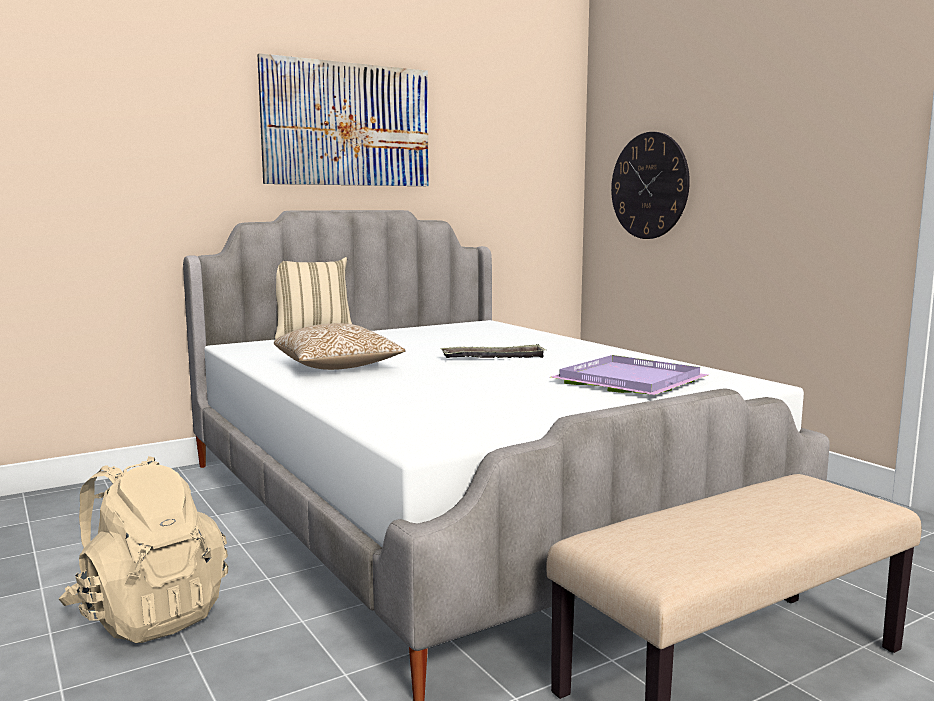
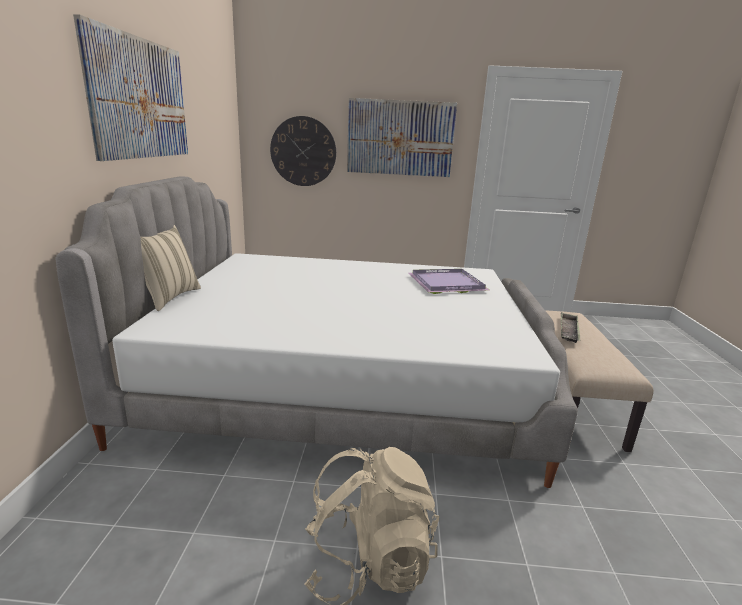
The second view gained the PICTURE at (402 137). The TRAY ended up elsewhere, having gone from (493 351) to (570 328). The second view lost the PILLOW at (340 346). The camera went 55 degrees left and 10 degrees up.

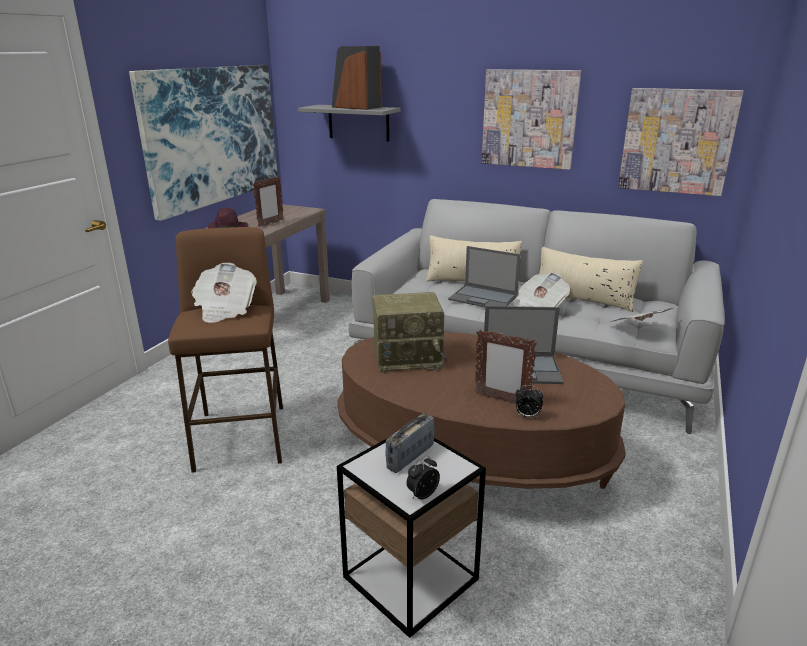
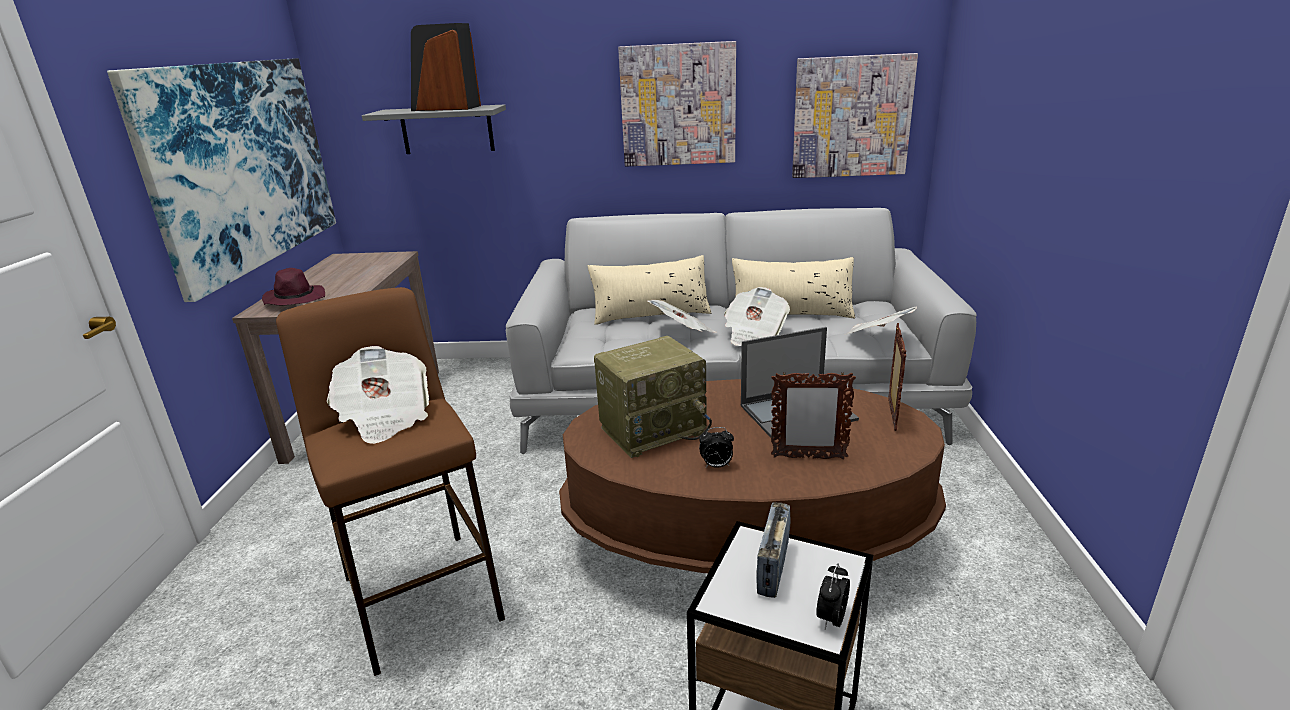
Where the LAPTOP stood at (484 276), the NEWSPAPER came to stand at (681 316). The ALARM CLOCK ended up elsewhere, having gone from (529 401) to (716 447). The PICTURE FRAME ended up elsewhere, having gone from (268 201) to (897 377). The camera went 20 degrees left and 0 degrees up.

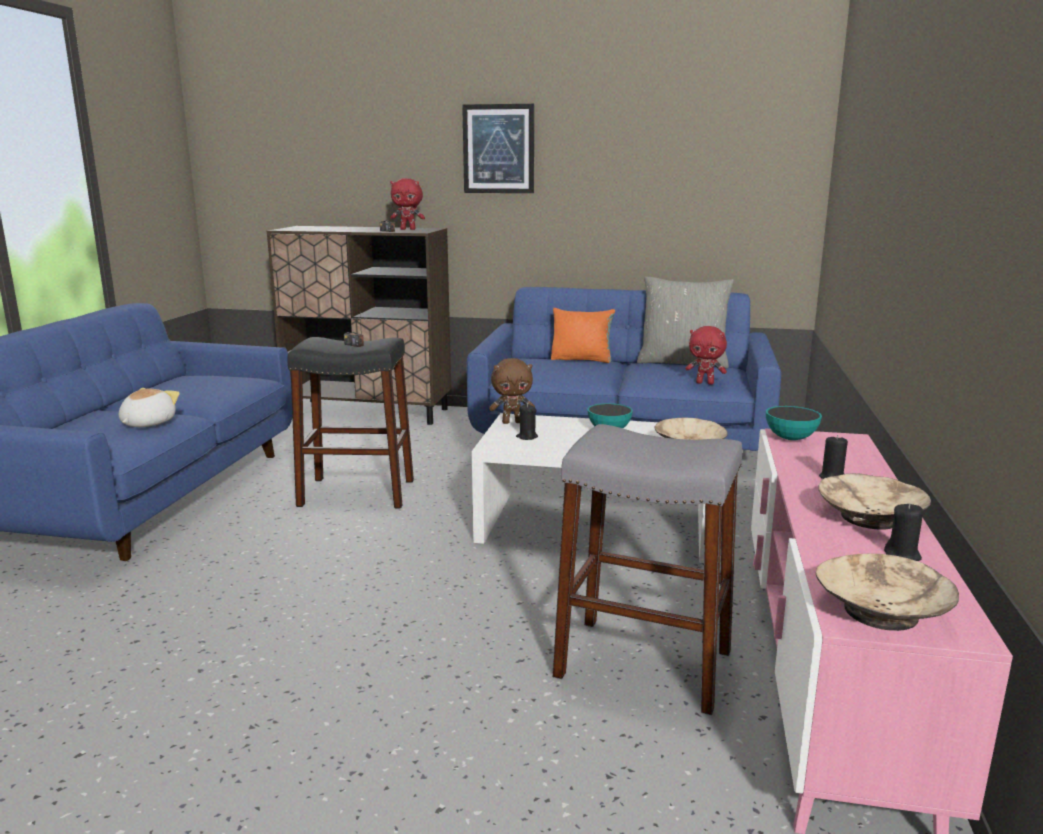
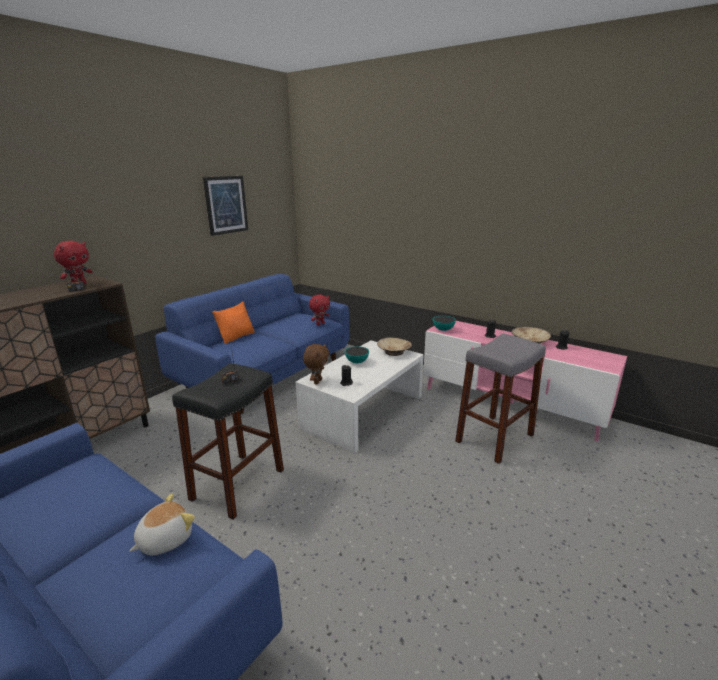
The PLUSH TOY at (149 407) ended up facing another way, 90 degrees clockwise from before. The PICTURE ended up elsewhere, having gone from (498 148) to (225 206). The second view lost the GREY PILLOW at (685 322). The second view lost the BEIGE BOWL at (887 592). The camera went 65 degrees left and 5 degrees up.

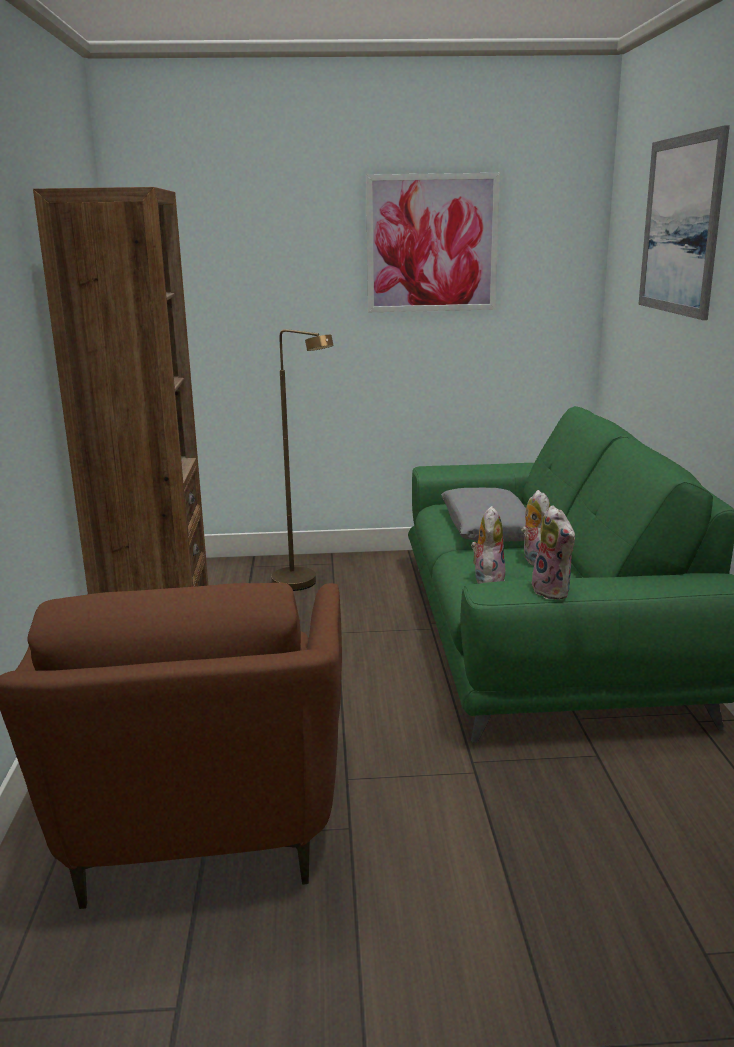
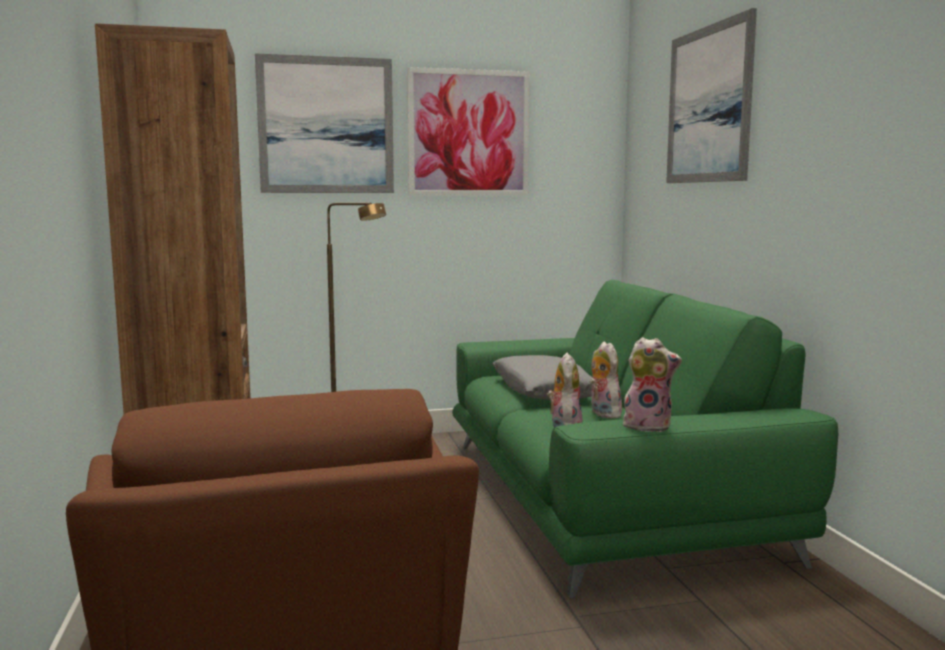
The second view gained the PICTURE at (324 123). The PLUSH TOY at (553 552) ended up facing another way, 45 degrees counterclockwise from before. The camera went 10 degrees left and 10 degrees down.

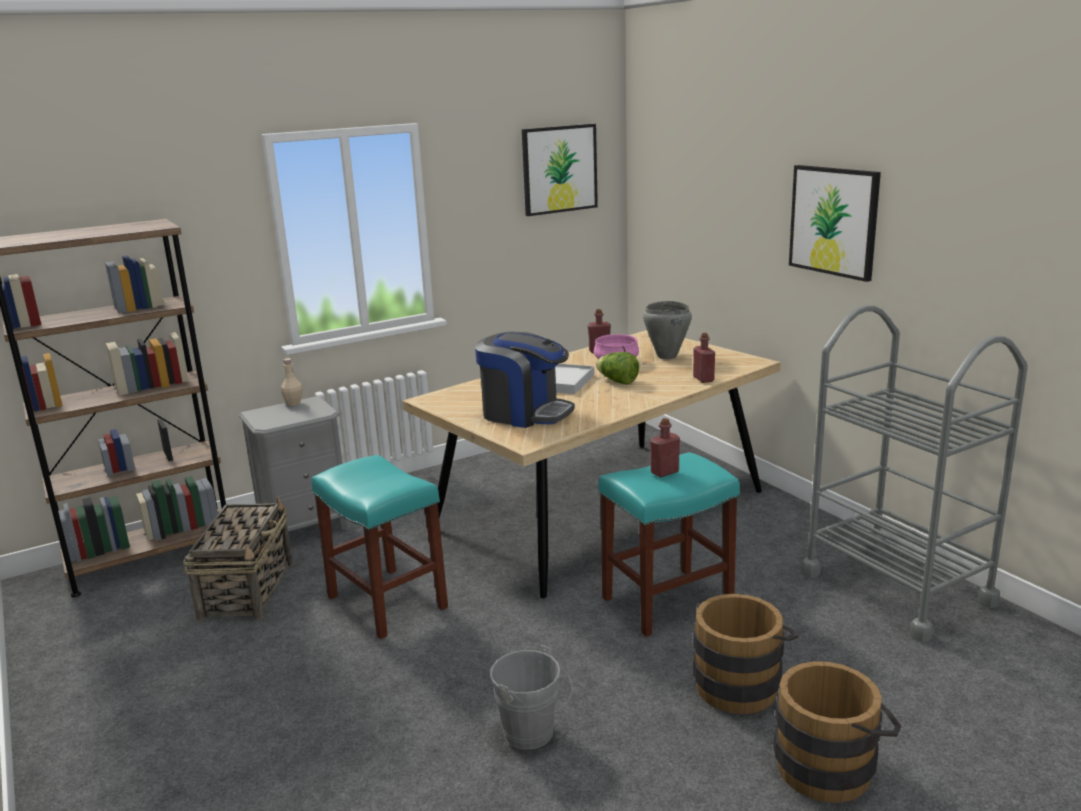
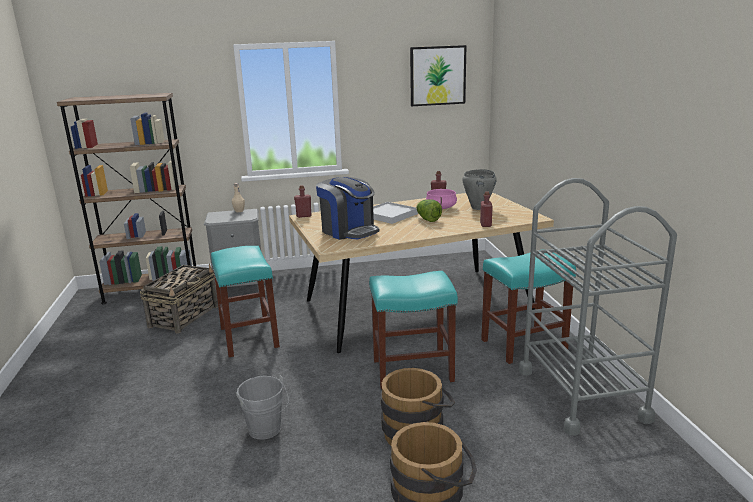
The RED BOTTLE ended up elsewhere, having gone from (665 447) to (303 201). The second view gained the TURQUOISE STOOL at (528 306). The second view lost the PICTURE at (835 223). The camera went 20 degrees right and 0 degrees up.

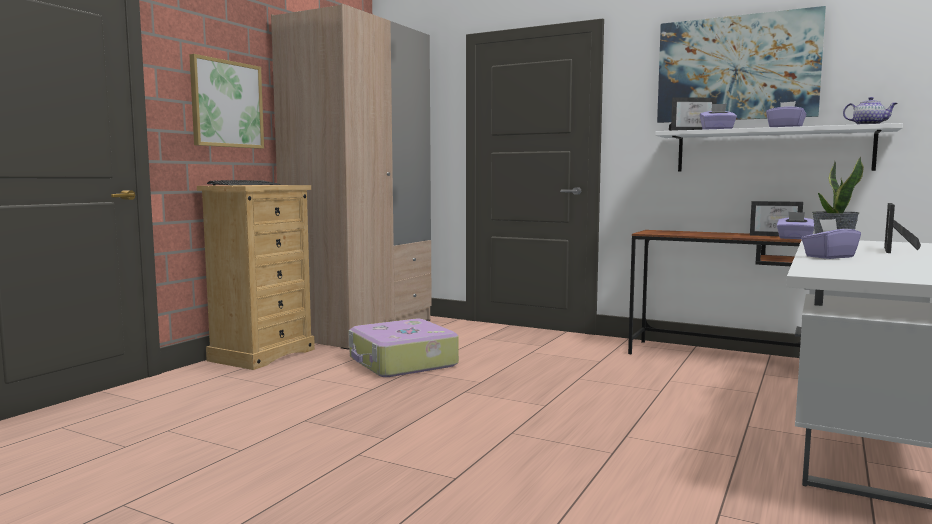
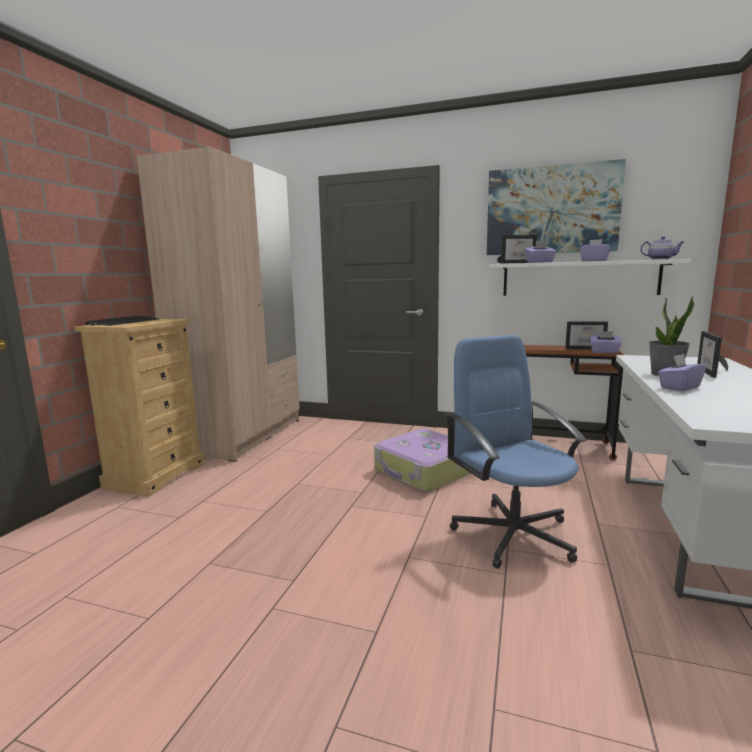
The SUITCASE ended up elsewhere, having gone from (403 348) to (422 461). The second view gained the BLUE OFFICE CHAIR at (515 452). The second view lost the PICTURE at (226 101). The camera went 10 degrees left and 5 degrees up.

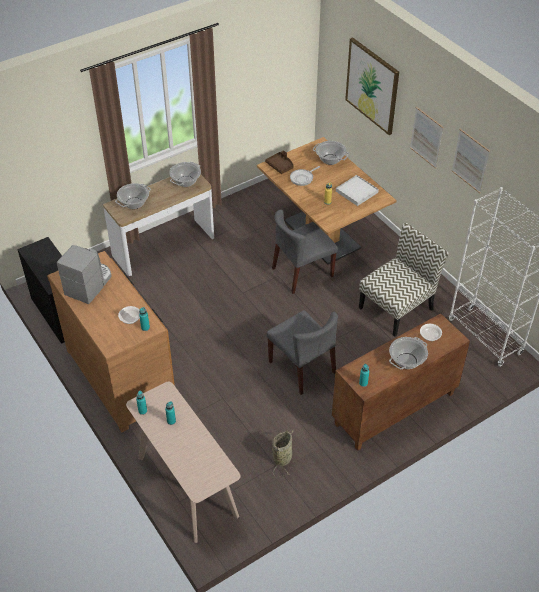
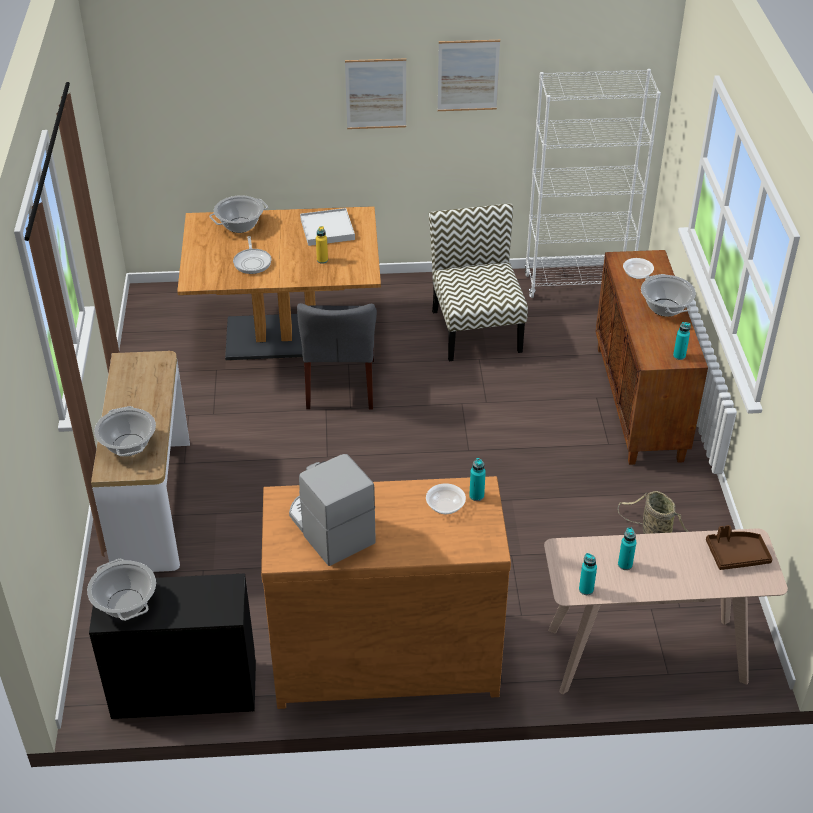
The COOKING POT ended up elsewhere, having gone from (185 174) to (121 590). The BROWN TRAY ended up elsewhere, having gone from (279 162) to (739 547). The second view lost the GREY CHAIR at (302 352). The second view lost the PICTURE at (372 86). The camera went 60 degrees left and 5 degrees down.

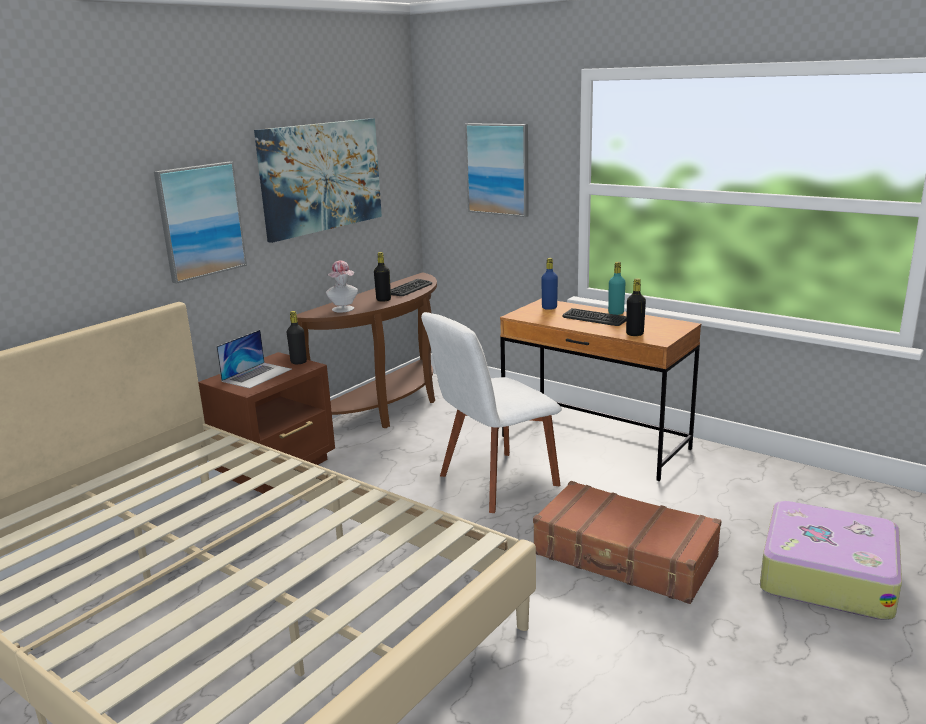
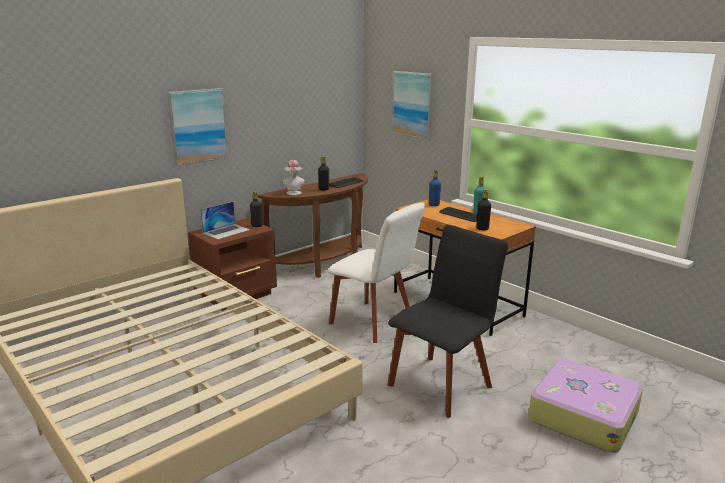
The WHITE CHAIR at (491 412) ended up facing another way, 120 degrees counterclockwise from before. Where the BROWN SUITCASE stood at (627 542), the BLACK CHAIR came to stand at (448 321). The second view lost the PICTURE at (318 180). The camera went 10 degrees right and 0 degrees up.

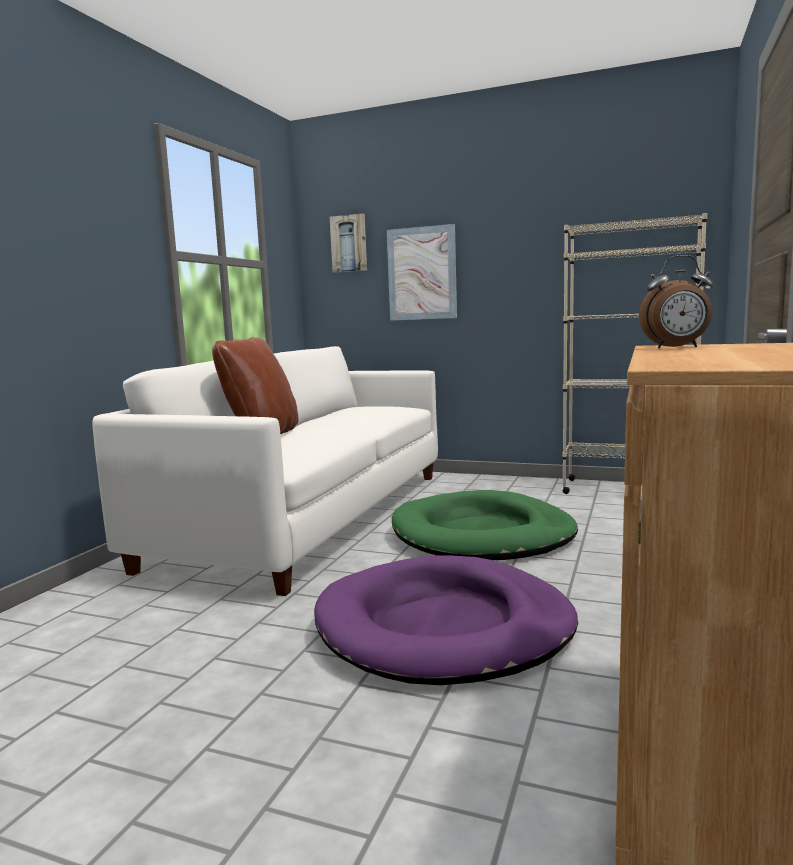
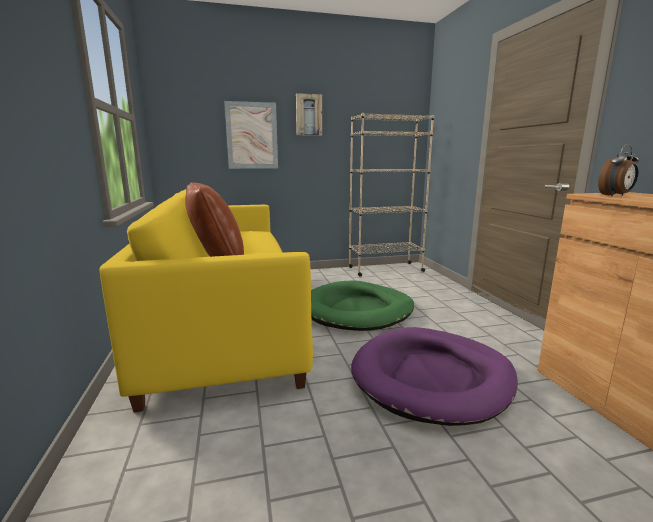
What was the WHITE SOFA at (265 471) turned into the YELLOW SOFA at (206 301). The PICTURE ended up elsewhere, having gone from (348 243) to (309 114). The camera went 35 degrees left and 5 degrees up.

